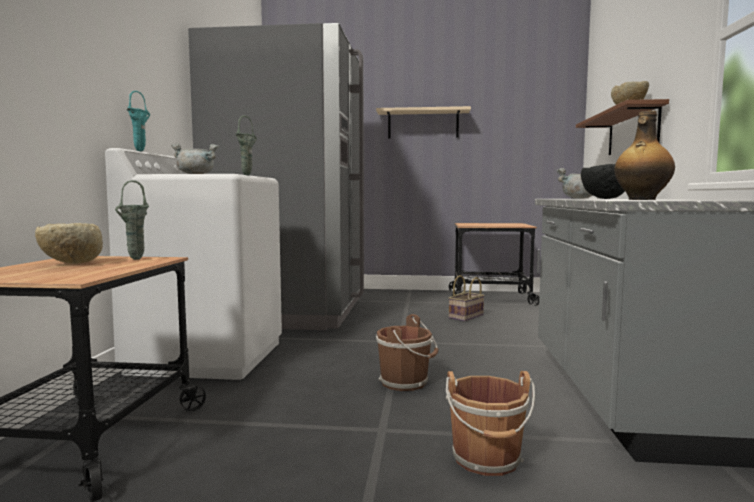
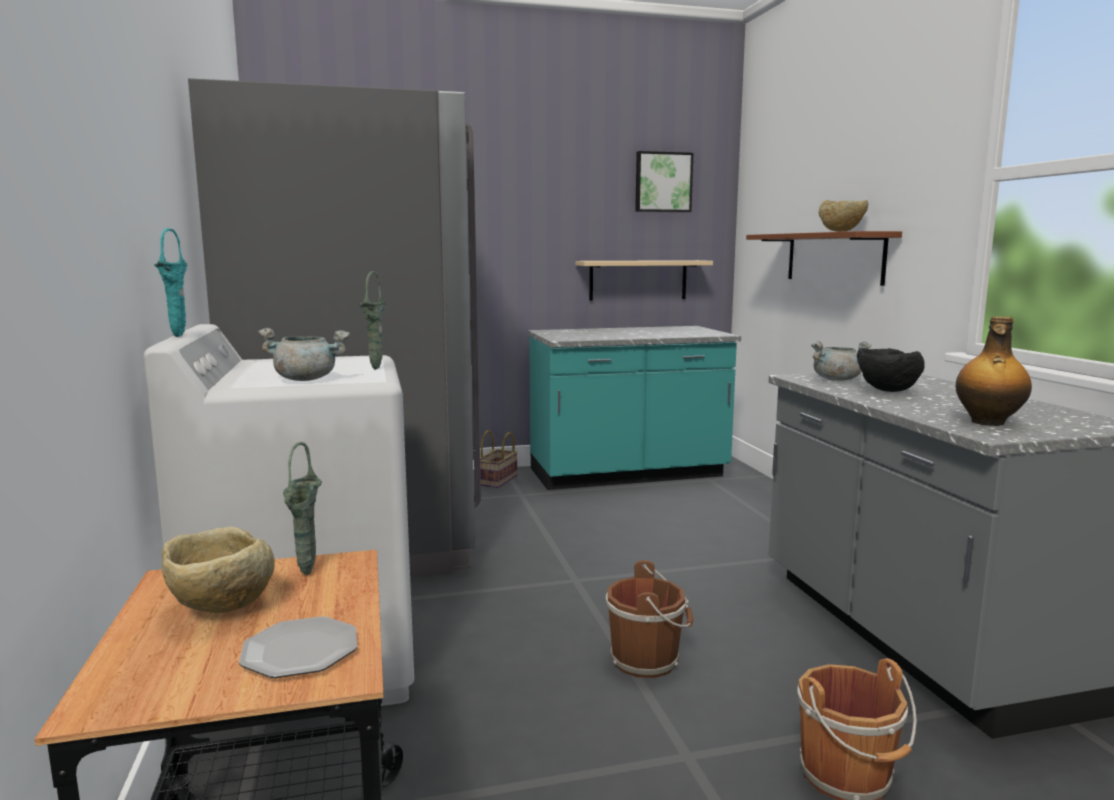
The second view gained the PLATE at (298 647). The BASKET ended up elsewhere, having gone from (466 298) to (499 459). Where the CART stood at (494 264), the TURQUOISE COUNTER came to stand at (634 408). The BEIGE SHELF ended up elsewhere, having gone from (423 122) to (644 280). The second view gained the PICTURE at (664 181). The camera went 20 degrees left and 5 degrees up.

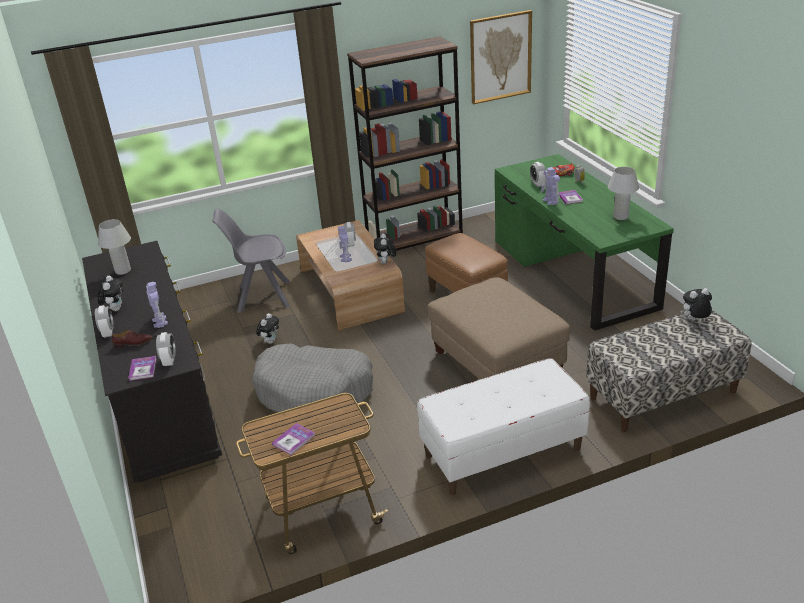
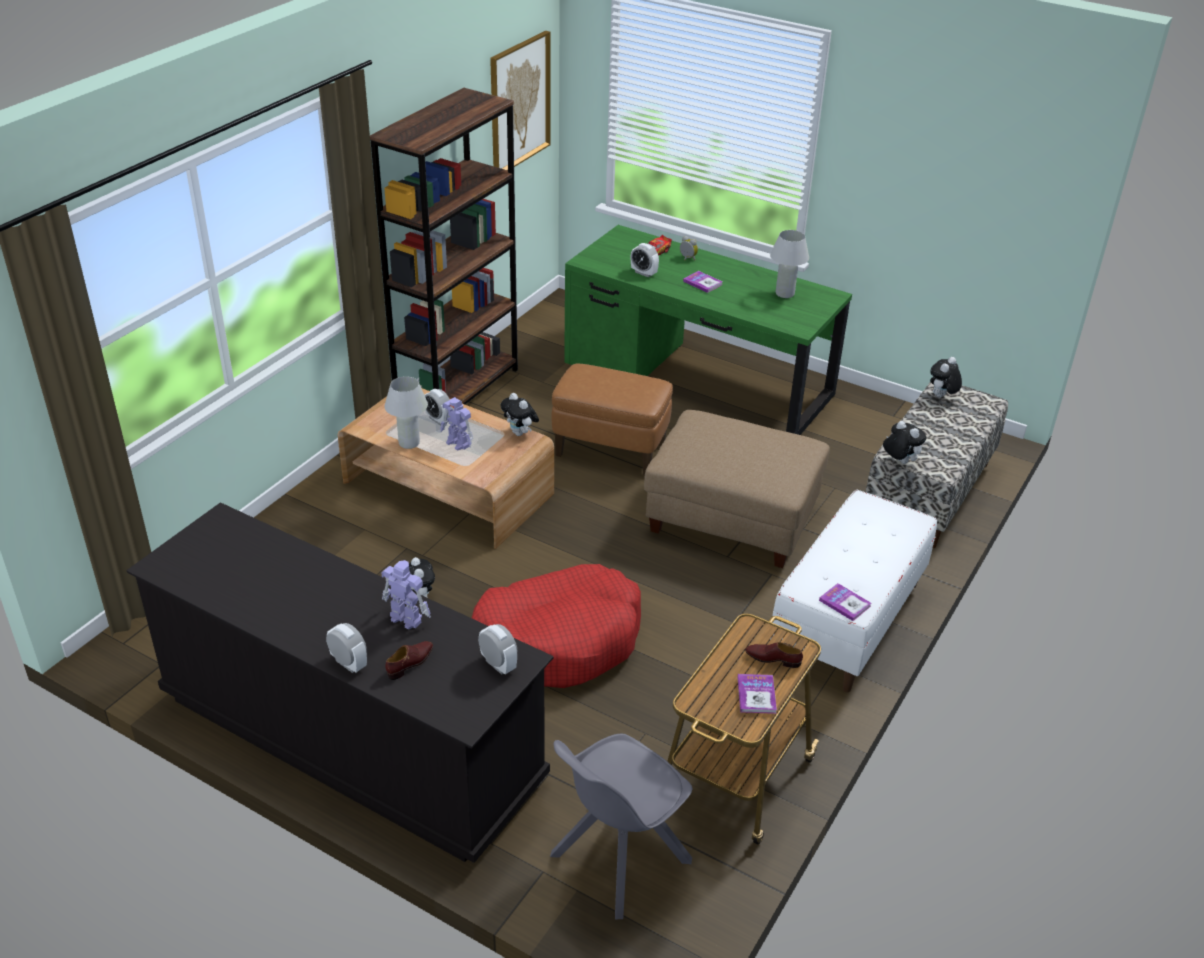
The WHITE TABLE LAMP ended up elsewhere, having gone from (114 247) to (406 412). What was the GREY DOG BED at (312 377) turned into the RED DOG BED at (556 626). The GREY CHAIR ended up elsewhere, having gone from (251 261) to (621 826). The second view gained the BROWN SHOE at (774 655). The BOOK ended up elsewhere, having gone from (142 368) to (845 602). The PLUSH TOY ended up elsewhere, having gone from (110 293) to (904 442). The second view lost the TOY ROBOT at (550 186). The camera went 40 degrees left and 5 degrees up.

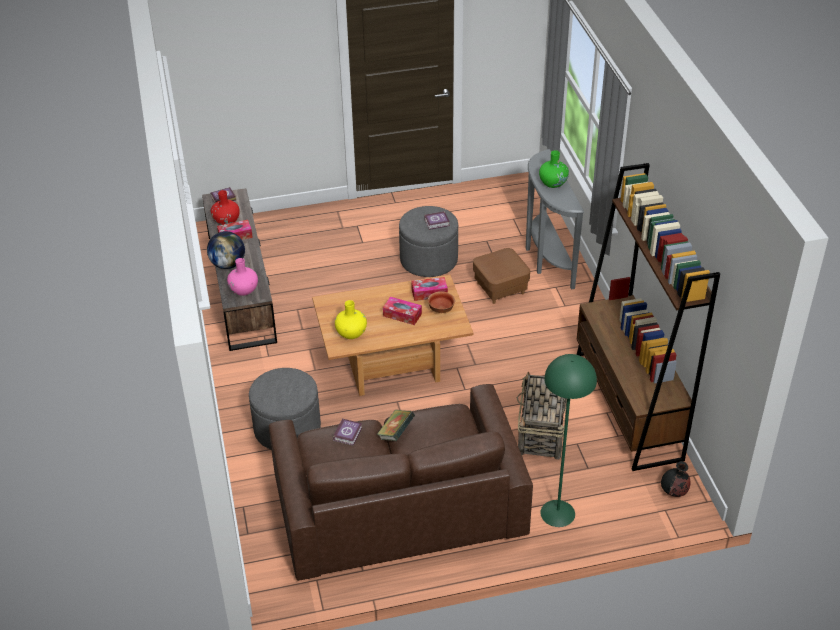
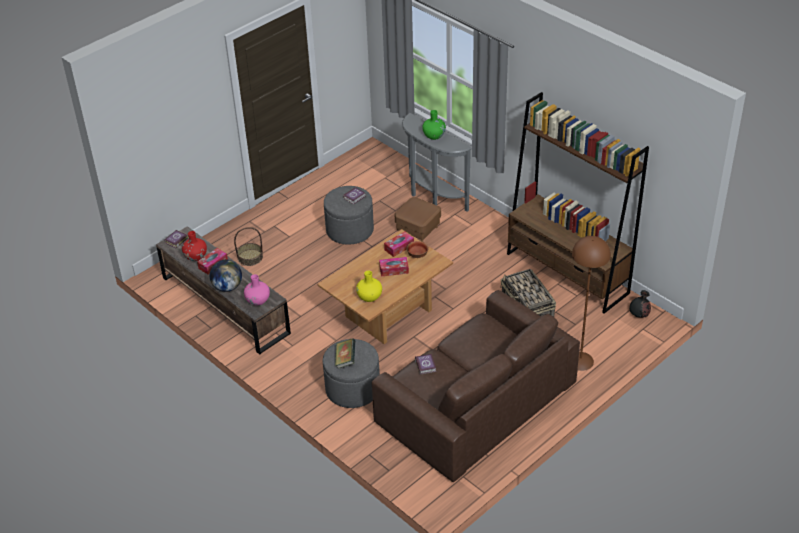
The second view gained the BASKET at (248 246). The BOOK ended up elsewhere, having gone from (396 425) to (345 354). What was the GREEN FLOOR LAMP at (568 440) turned into the BROWN FLOOR LAMP at (591 303). The camera went 30 degrees left and 0 degrees up.

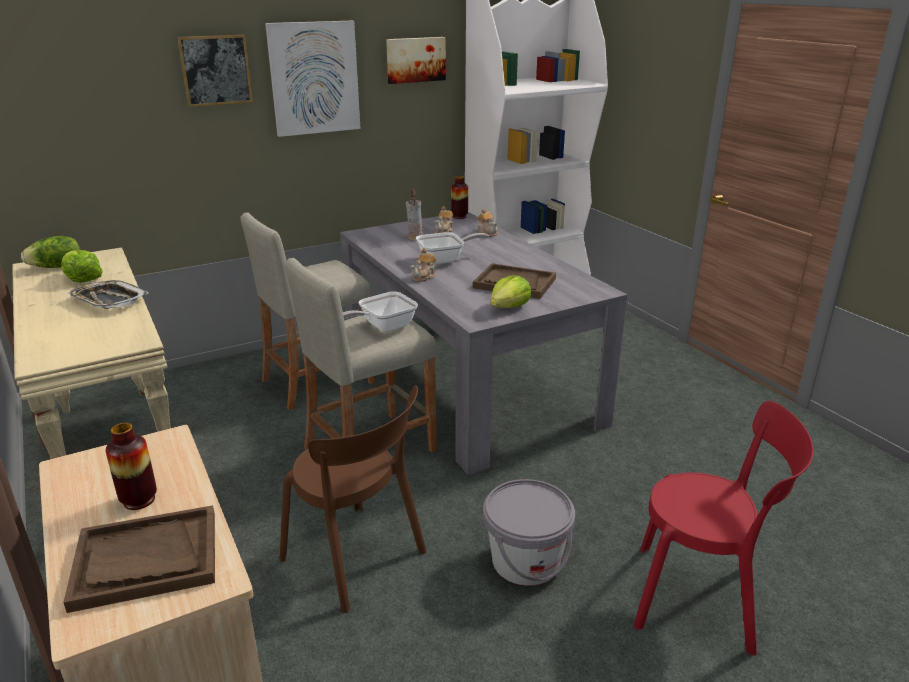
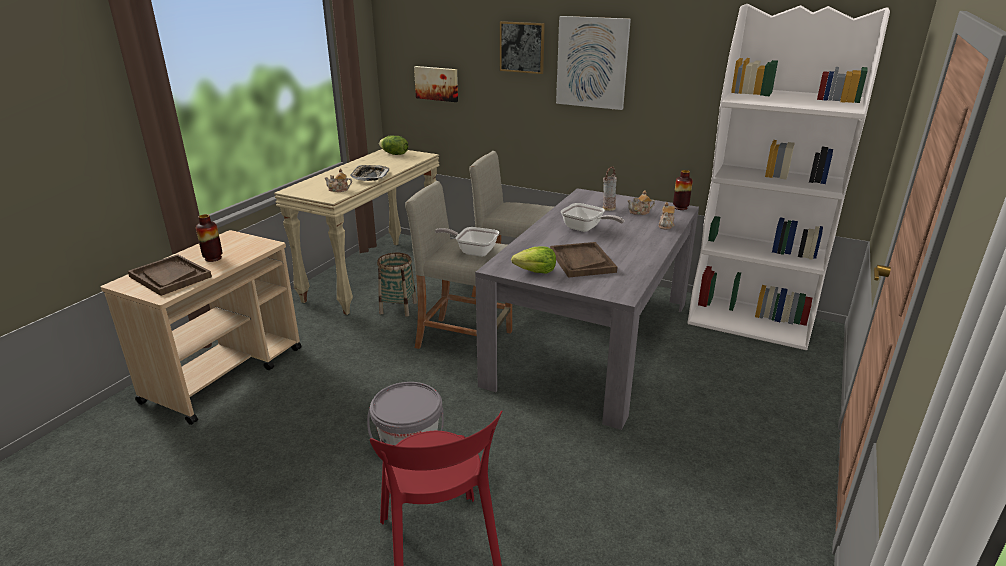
The TEAPOT ended up elsewhere, having gone from (423 265) to (338 180). The second view gained the BASKET at (397 285). The PICTURE ended up elsewhere, having gone from (416 60) to (436 84). The second view lost the LETTUCE at (82 266). The second view lost the BROWN CHAIR at (353 499). The camera went 55 degrees right and 0 degrees up.

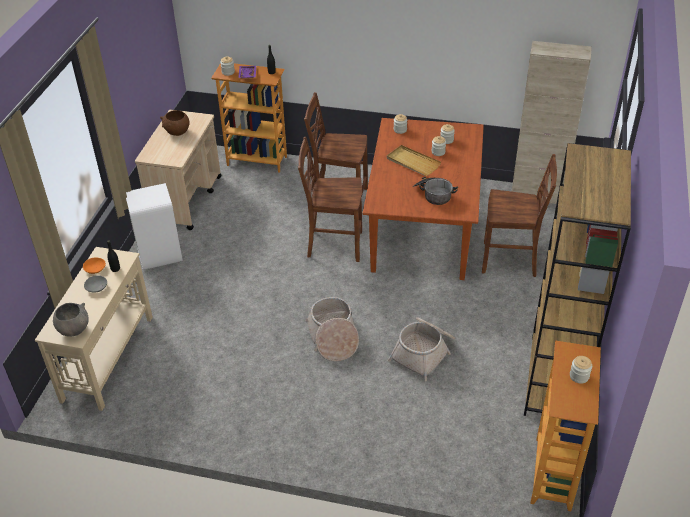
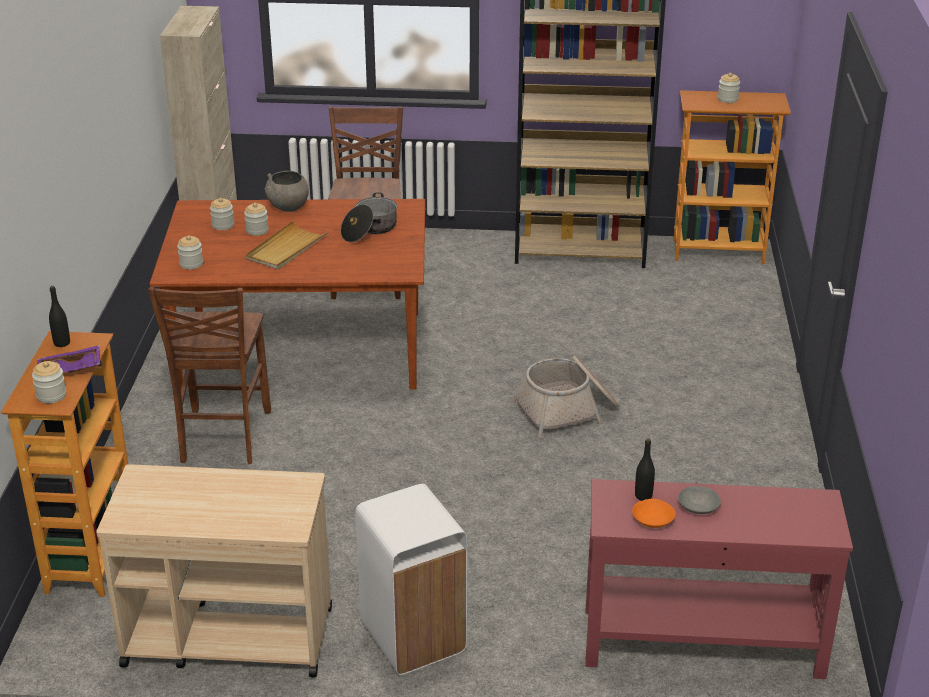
The GREY BOWL ended up elsewhere, having gone from (71 319) to (287 191). What was the BEIGE CONSOLE TABLE at (94 329) turned into the RED CONSOLE TABLE at (719 579). The second view lost the BROWN BOWL at (175 123). The second view lost the BROWN CHAIR at (330 199). The second view lost the BASKET at (421 349). The camera went 100 degrees left and 10 degrees down.

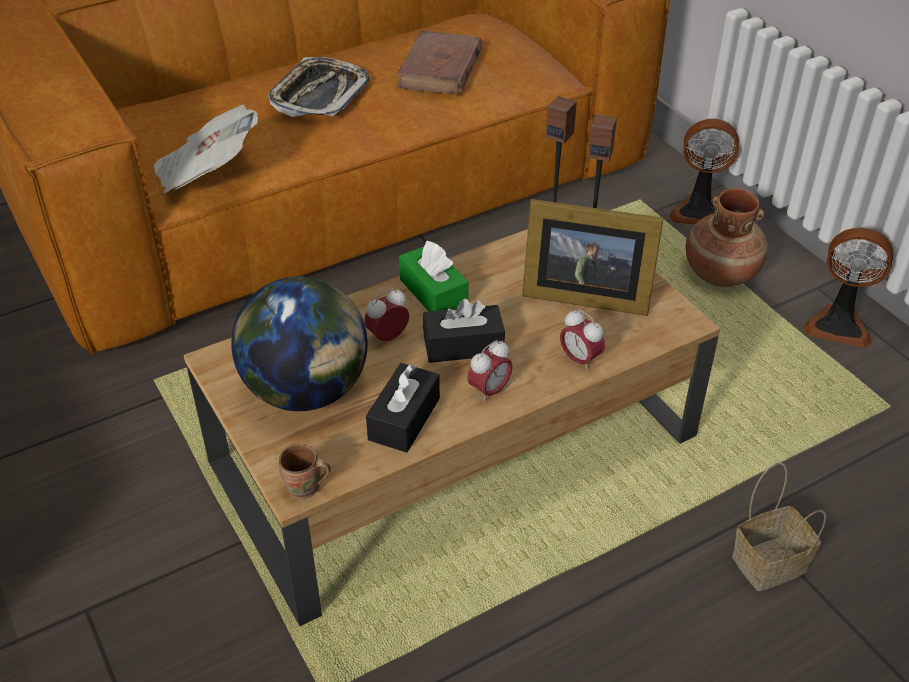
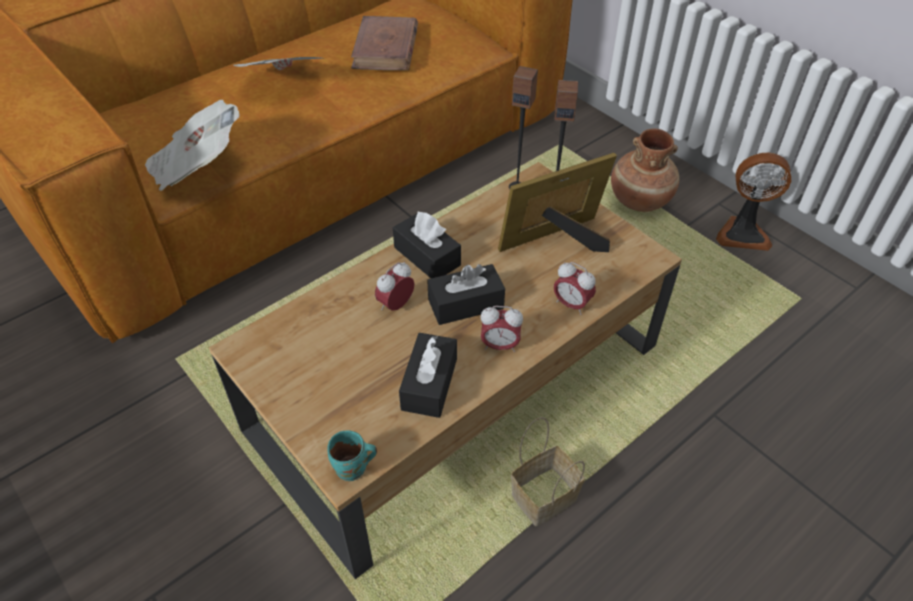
Where the TRAY stood at (319 87), the NEWSPAPER came to stand at (278 63). What was the BROWN MUG at (305 471) turned into the TURQUOISE MUG at (352 455). What was the GREEN TISSUE BOX at (434 276) turned into the BLACK TISSUE BOX at (427 245). The ALARM CLOCK at (490 371) ended up facing another way, 60 degrees clockwise from before. The PICTURE FRAME at (593 257) ended up facing another way, 150 degrees clockwise from before. The BASKET ended up elsewhere, having gone from (779 526) to (548 471). The second view lost the GLOBE at (299 343). The second view lost the FAN at (704 171). The camera went 10 degrees left and 5 degrees up.

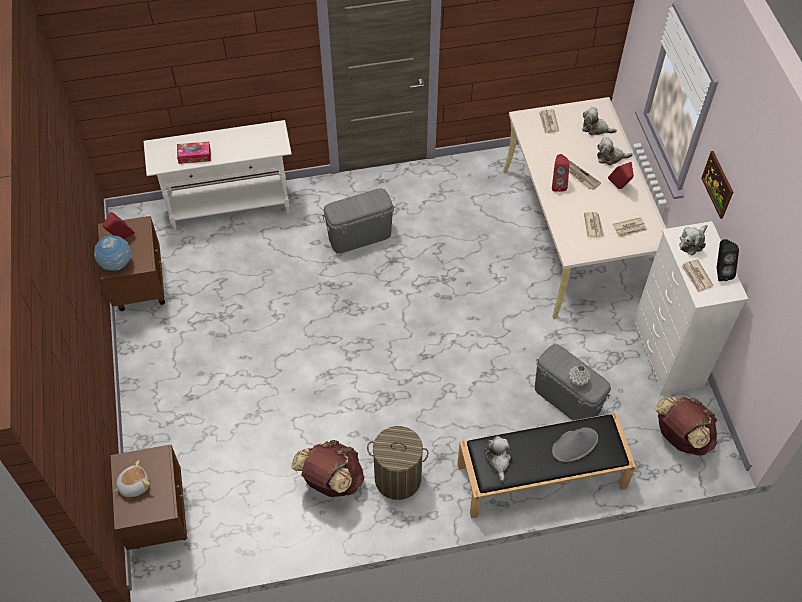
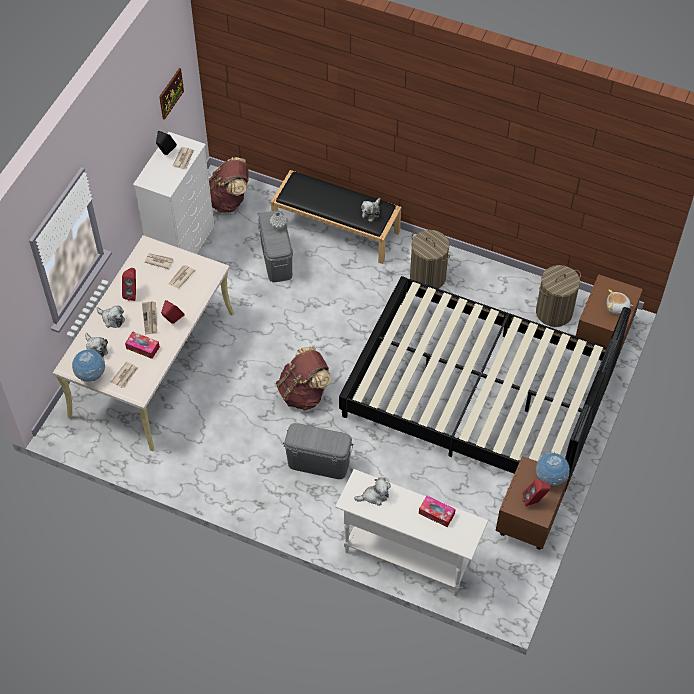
The second view gained the GLOBE at (88 365). The second view gained the TISSUE BOX at (142 345). The PICTURE ended up elsewhere, having gone from (717 185) to (171 94). The BROWN BACKPACK ended up elsewhere, having gone from (328 468) to (304 379). The second view gained the BLACK BED at (485 384). The PLUSH TOY ended up elsewhere, having gone from (693 240) to (372 491). The second view gained the LAUNDRY BASKET at (558 296). The second view lost the GREY HAT at (575 444). The camera went 145 degrees left and 0 degrees up.

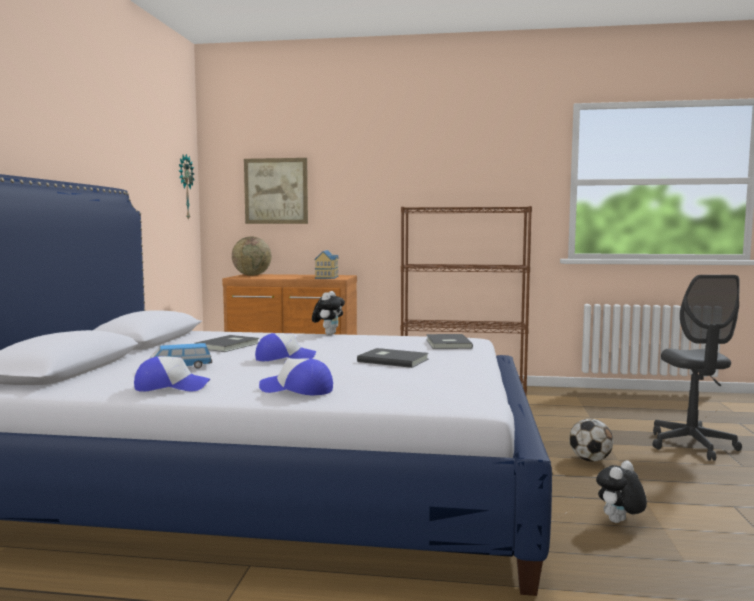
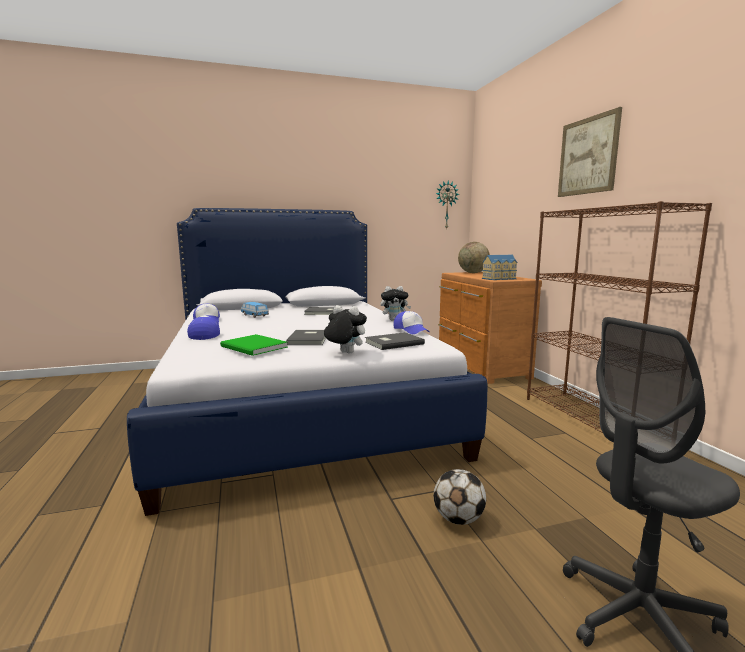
The second view gained the GREEN BOOK at (254 345). The PLUSH TOY ended up elsewhere, having gone from (621 491) to (345 329). The CAP ended up elsewhere, having gone from (285 347) to (412 322). The PICTURE ended up elsewhere, having gone from (276 191) to (590 152). The camera went 65 degrees right and 5 degrees up.

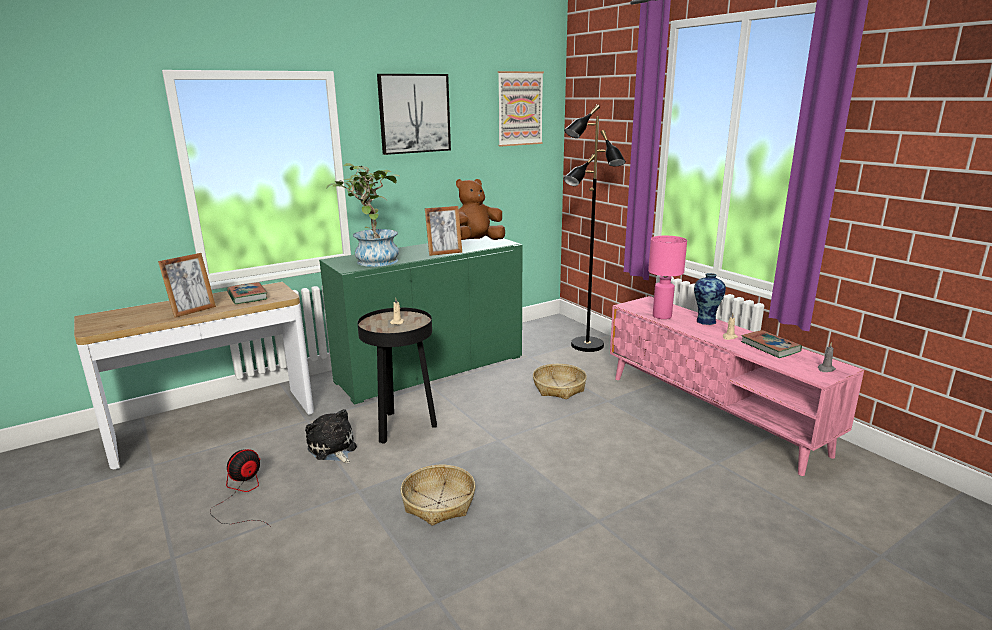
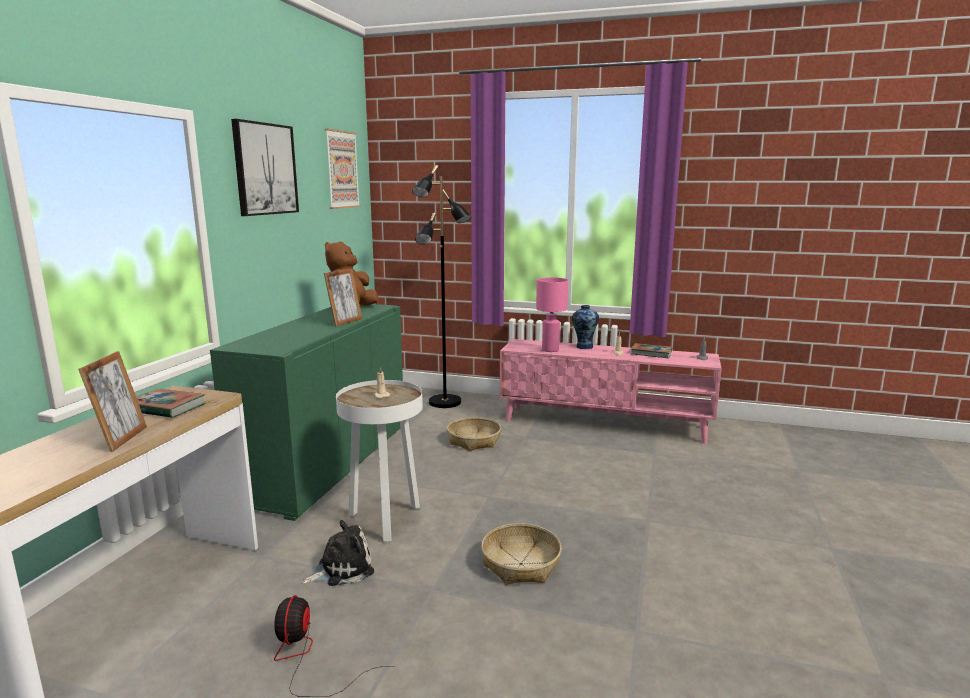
The PLUSH TOY at (331 436) ended up facing another way, 135 degrees clockwise from before. What was the BLACK SIDE TABLE at (397 375) turned into the WHITE SIDE TABLE at (379 461). The second view lost the POTTED PLANT at (363 215). The camera went 40 degrees left and 5 degrees down.

